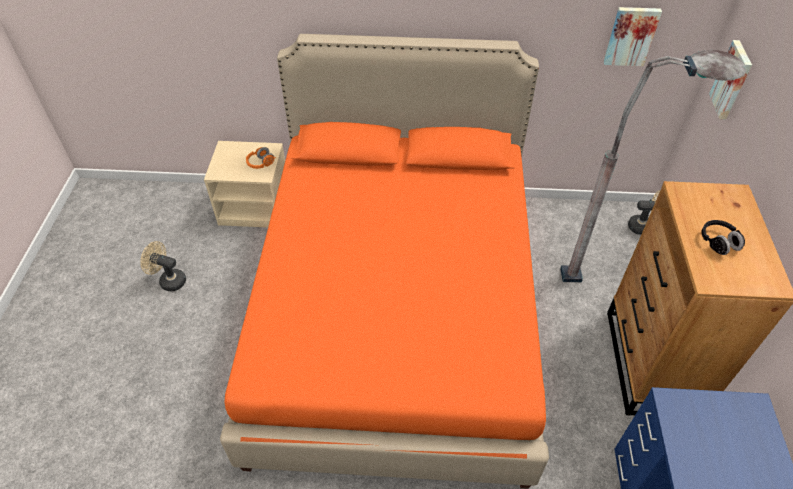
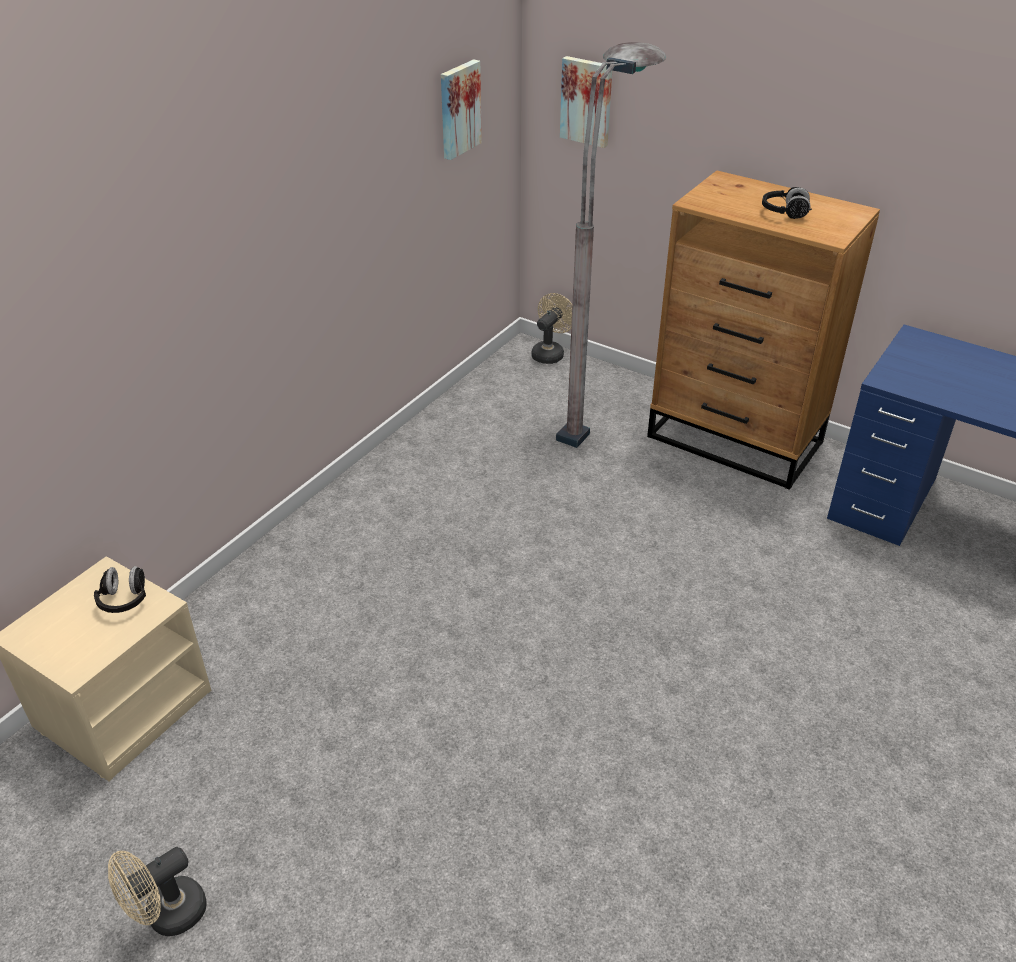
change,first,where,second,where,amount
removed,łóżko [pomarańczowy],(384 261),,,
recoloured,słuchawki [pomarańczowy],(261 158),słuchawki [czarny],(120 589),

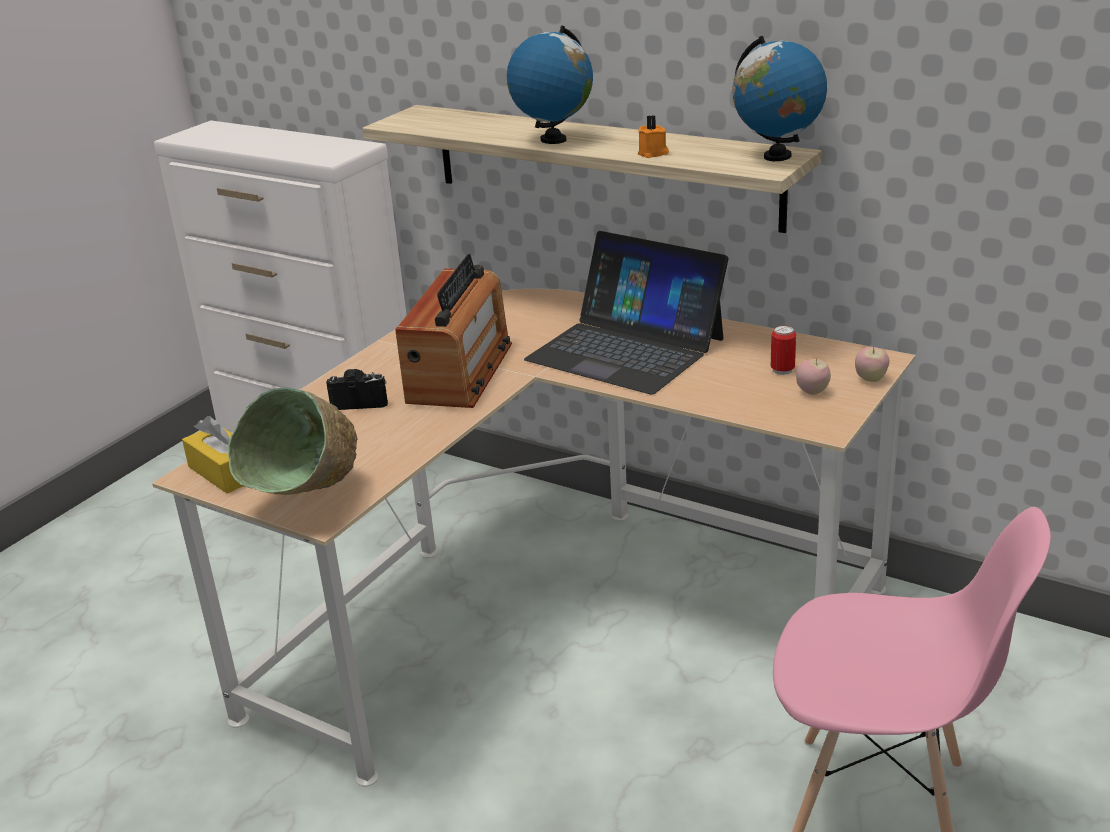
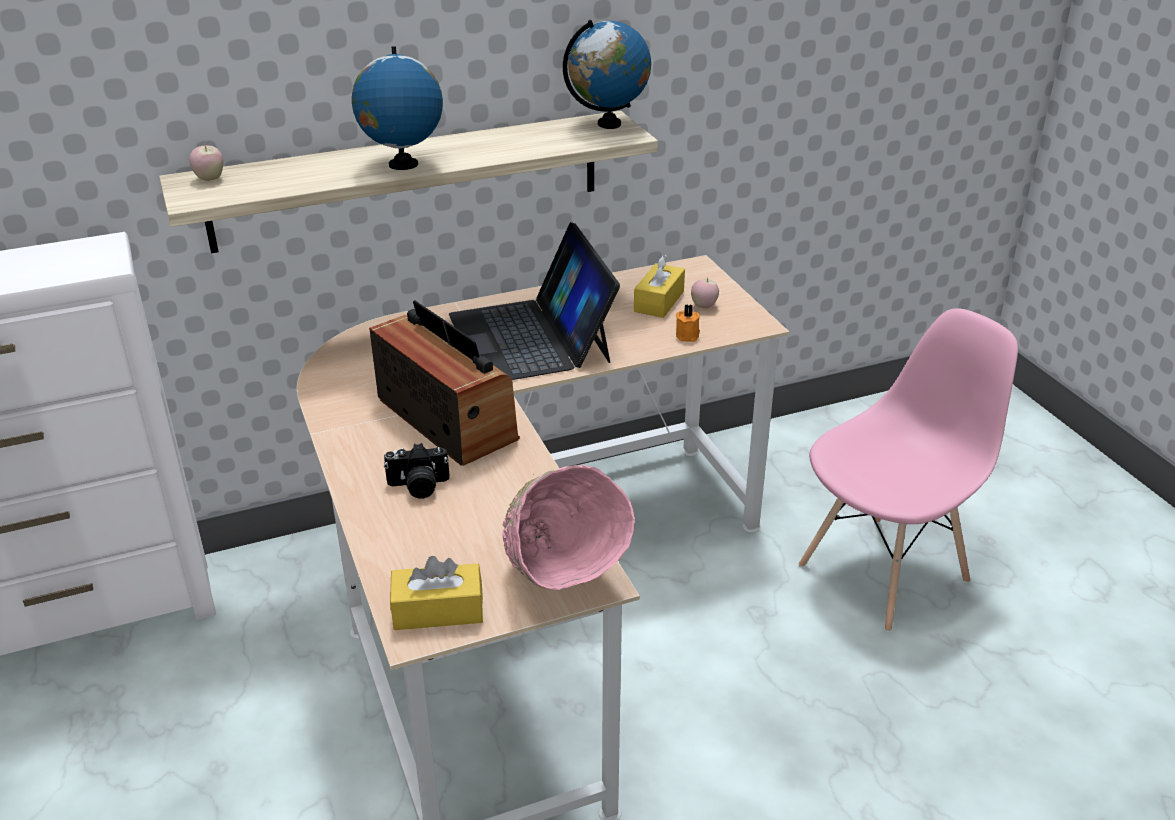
change,first,where,second,where,amount
moved,świeca [pomarańczowy],(653 136),,(688 323),
moved,jabłko,(872 364),,(206 162),
replaced,puszka,(783 350),pudełko chusteczek [żółty],(659 286),
recoloured,miska [zielony],(292 441),miska [różowy],(568 527),
turned,aparat fotograficzny,(357 389),,(416 470),135 degrees counterclockwise
turned,laptop,(626 313),,(534 301),90 degrees clockwise

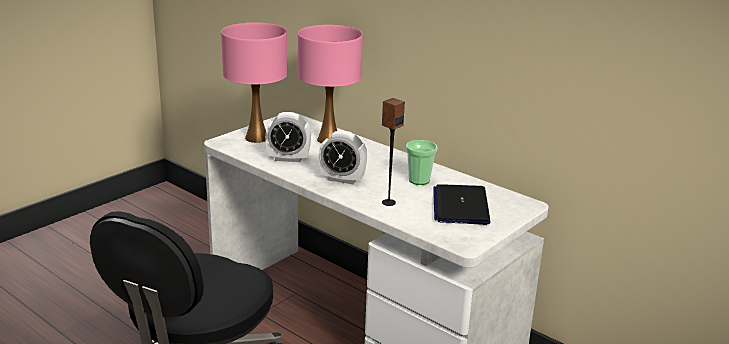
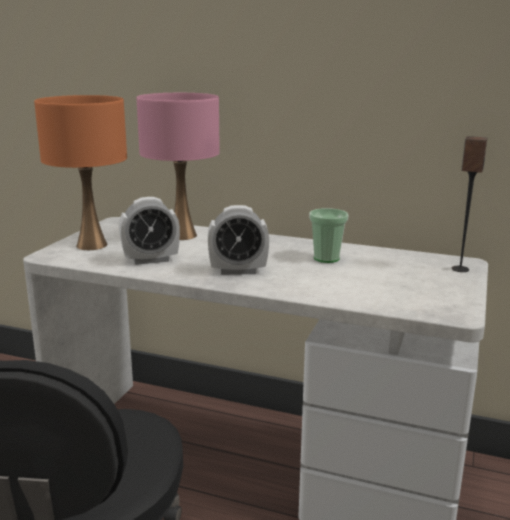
change,first,where,second,where,amount
removed,laptop,(461 204),,,
moved,głośnik,(393 152),,(469 204),
recoloured,lampa stołowa [różowy],(254 83),lampa stołowa [pomarańczowy],(80 172),

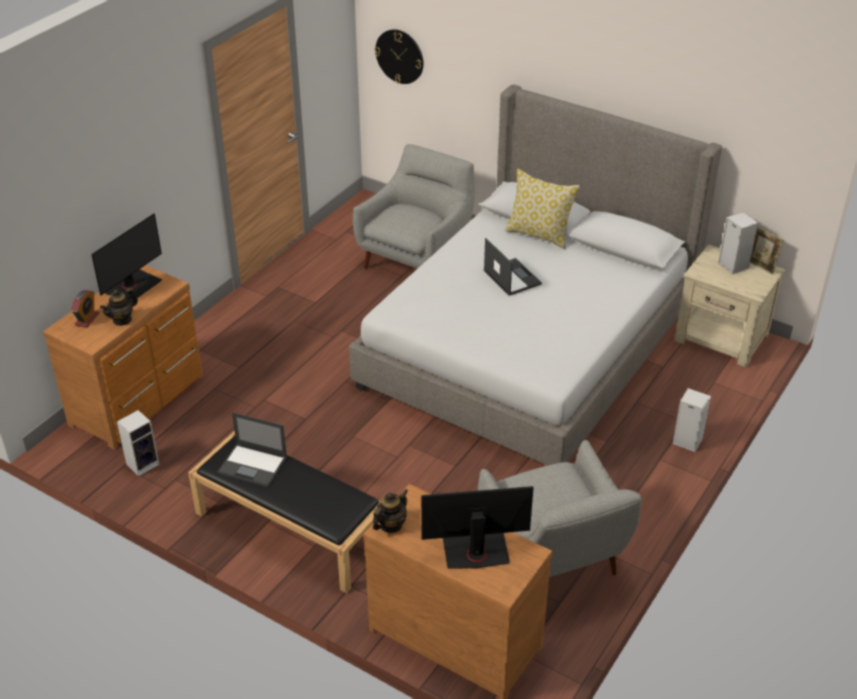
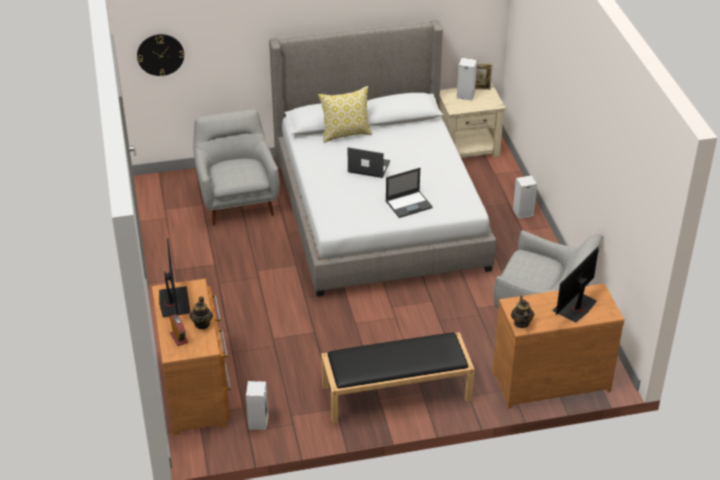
change,first,where,second,where,amount
moved,laptop,(252 450),,(409 193),

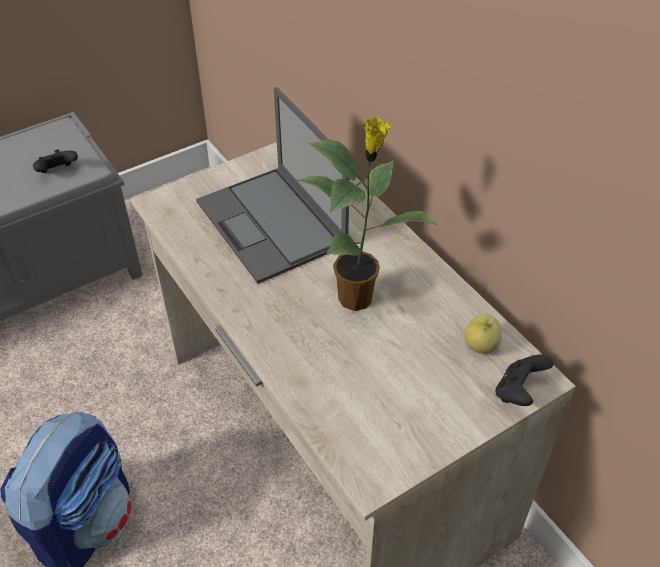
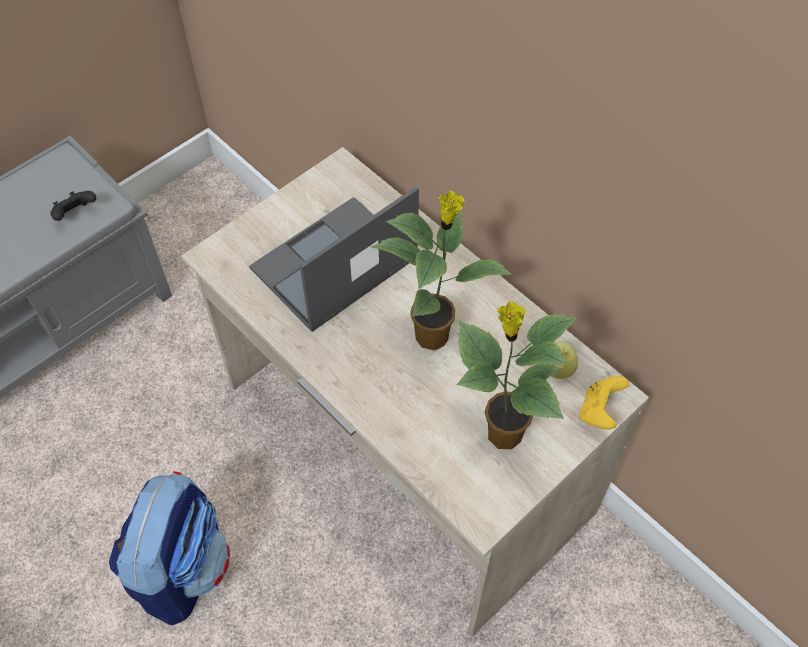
change,first,where,second,where,amount
added,,,roślina doniczkowa,(517 375),
recoloured,pad do gier [czarny],(524 380),pad do gier [żółty],(604 403),
turned,laptop,(273 185),,(334 259),90 degrees clockwise

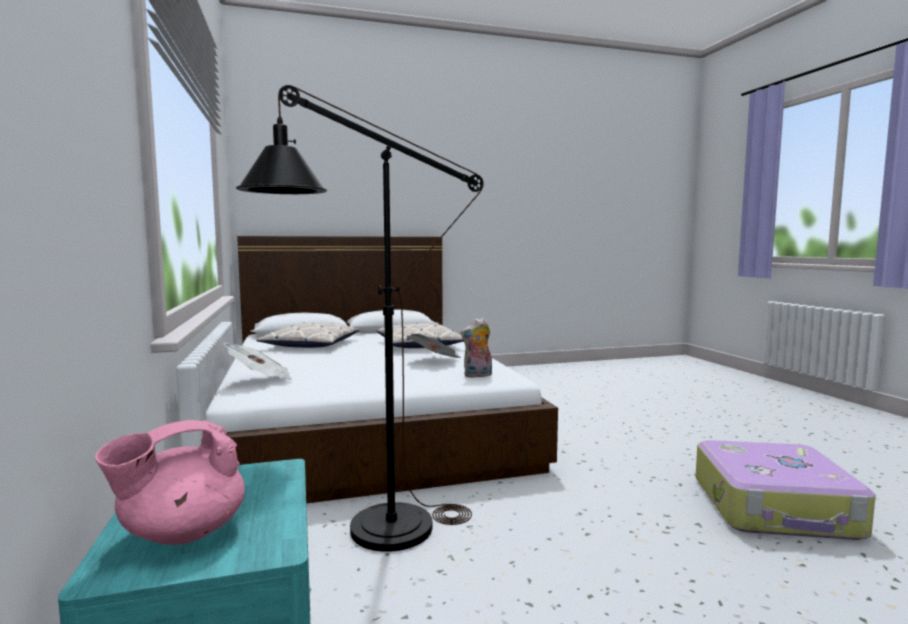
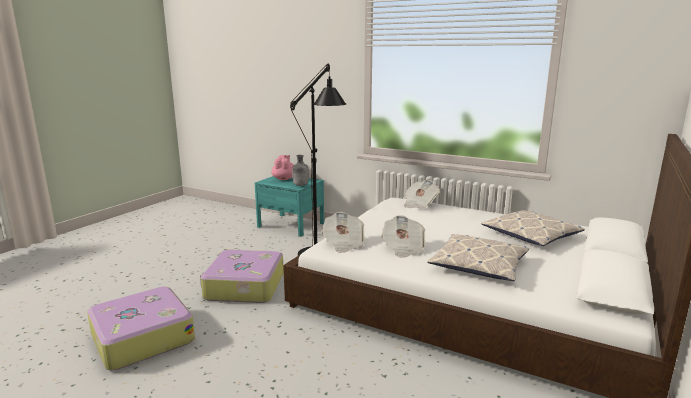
change,first,where,second,where,amount
added,,,walizka,(242 276),
added,,,butelka [szary],(300 170),
replaced,pluszak,(476 348),gazeta,(343 232),

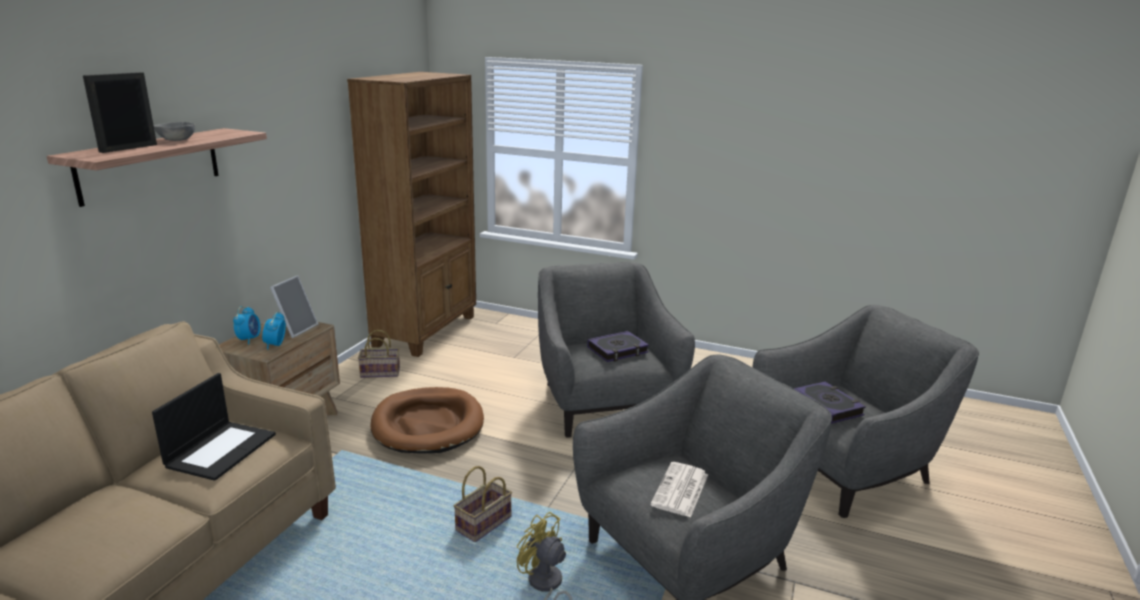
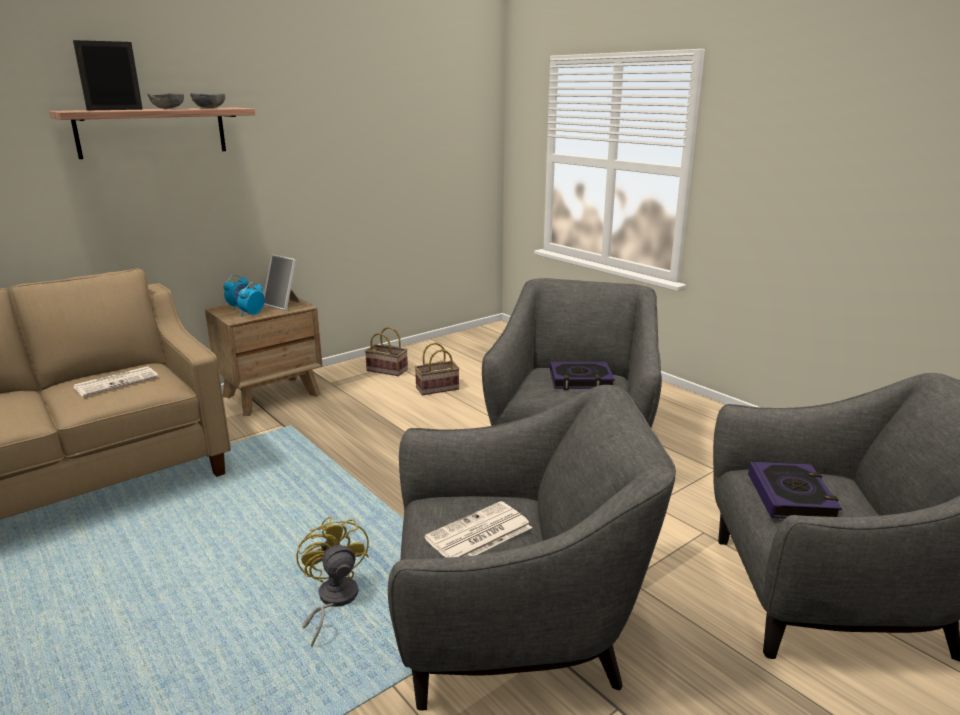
change,first,where,second,where,amount
removed,regał [brązowy],(411 214),,,
removed,legowisko [brązowy],(427 420),,,
added,,,miska [szary],(207 100),
moved,koszyk,(483 504),,(437 369),
replaced,laptop,(214 427),gazeta,(116 381),
turned,ramka na zdjęcie,(294 306),,(282 282),75 degrees clockwise

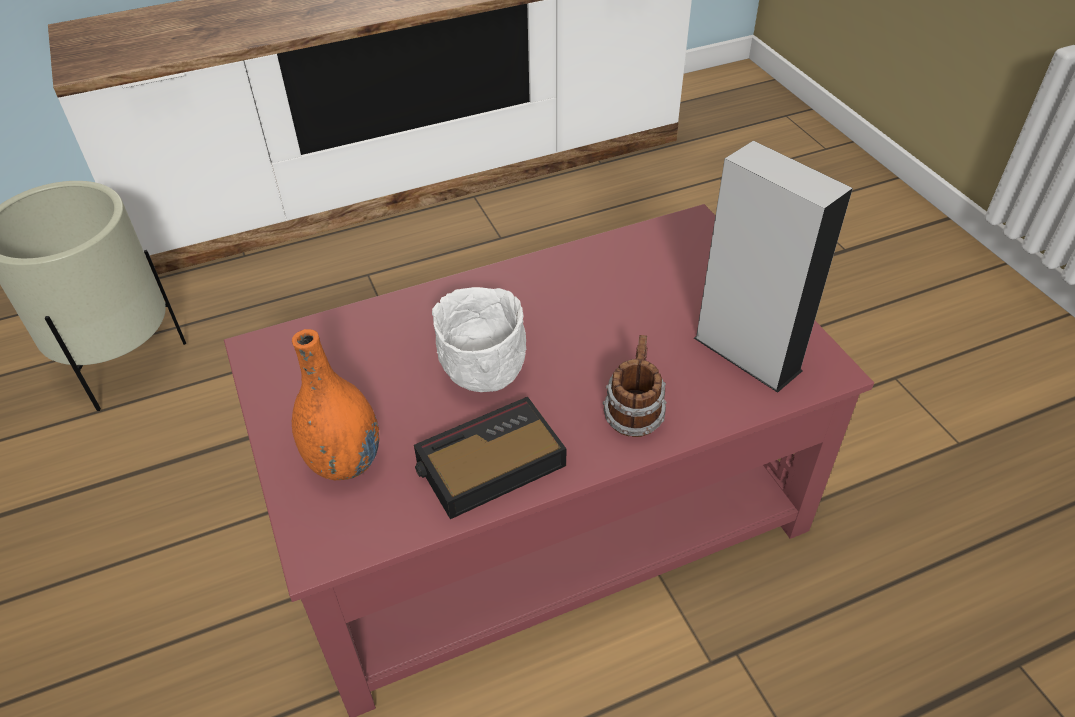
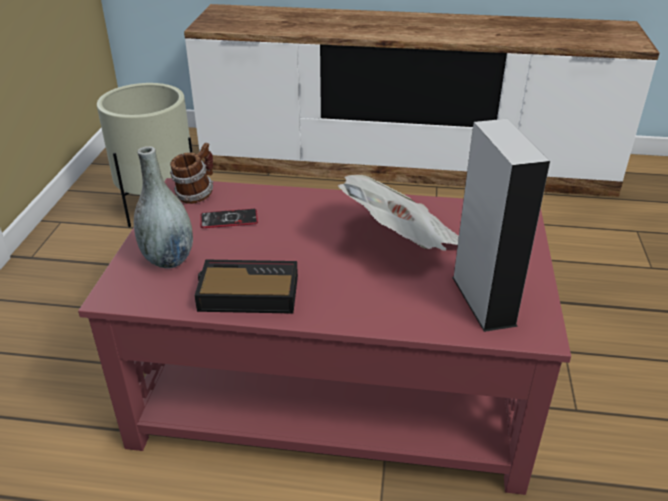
change,first,where,second,where,amount
removed,miska [biały],(479 339),,,
added,,,telefon,(229 218),
added,,,gazeta,(398 213),
moved,kubek,(635 386),,(191 173),
recoloured,wazon [pomarańczowy],(336 404),wazon [szary],(163 207),

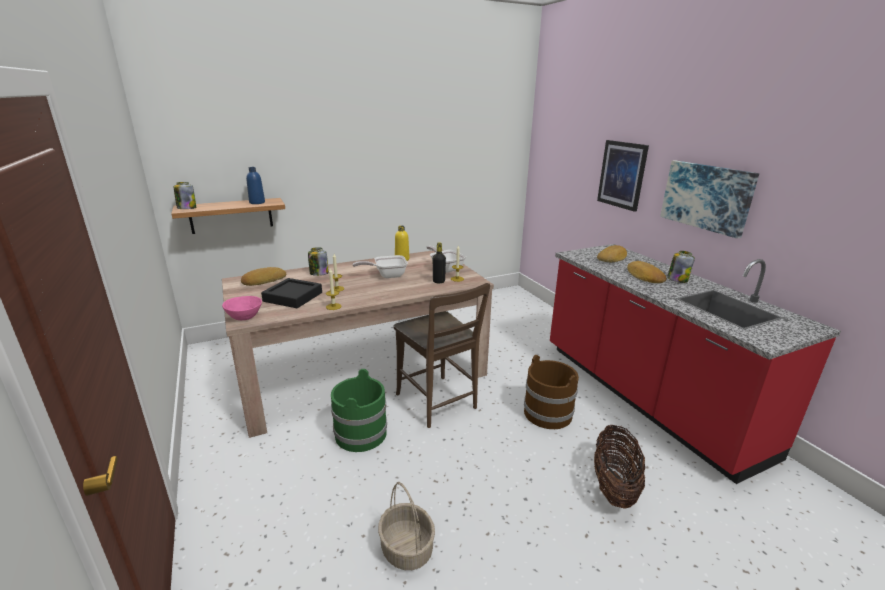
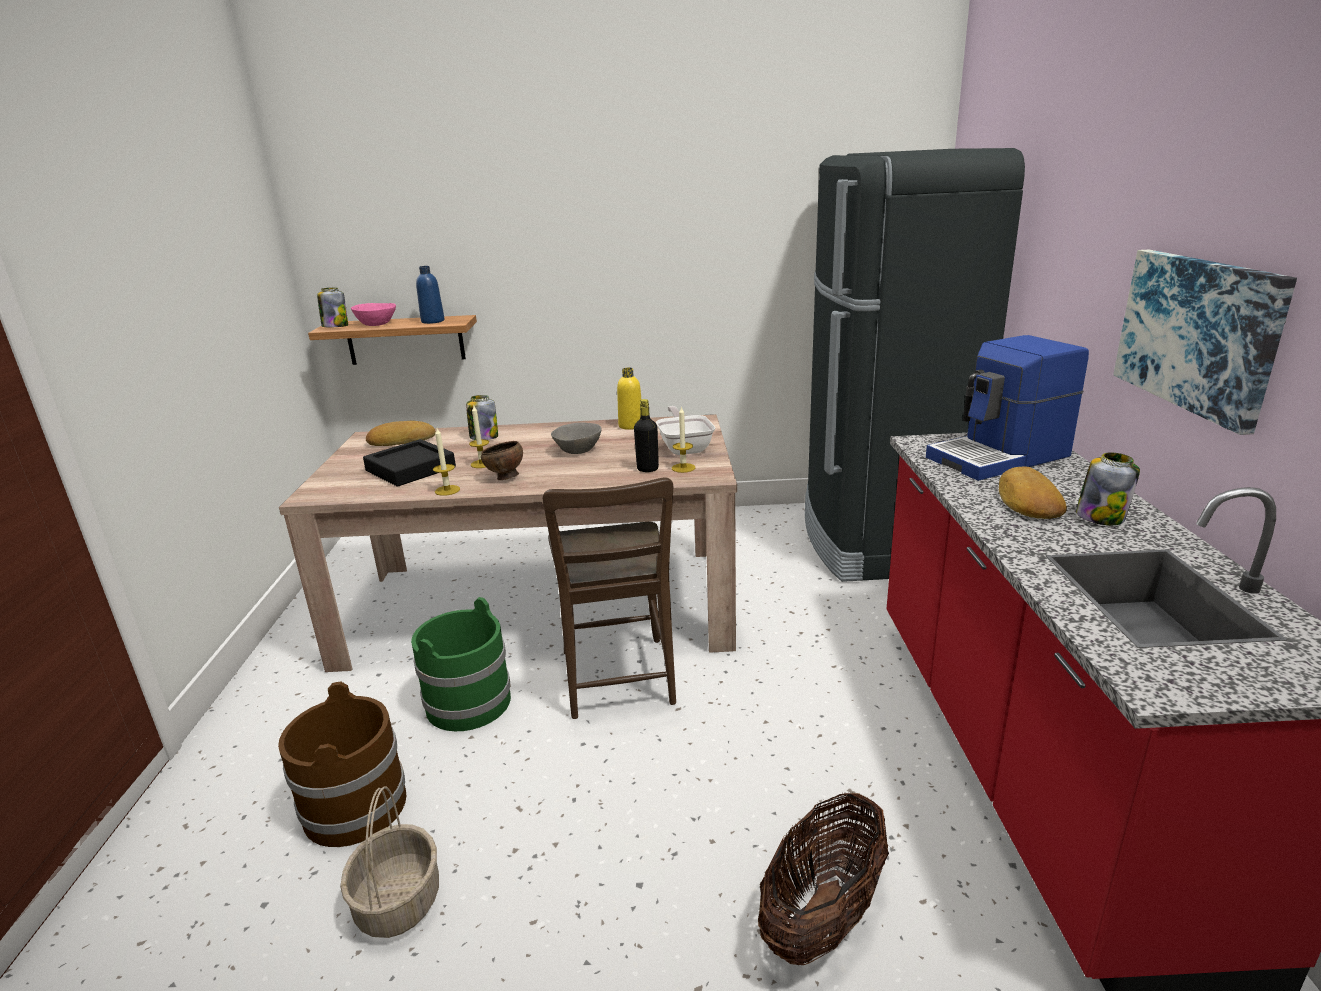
change,first,where,second,where,amount
removed,obraz,(623 176),,,
added,,,miska [brązowy],(502 460),
added,,,lodówka [czarny],(915 365),
moved,miska [różowy],(242 308),,(373 314),
moved,wiadro [brązowy],(551 391),,(342 764),
replaced,patelnia,(380 266),miska [szary],(576 438),
replaced,chleb,(612 253),ekspres do kawy,(1007 408),

